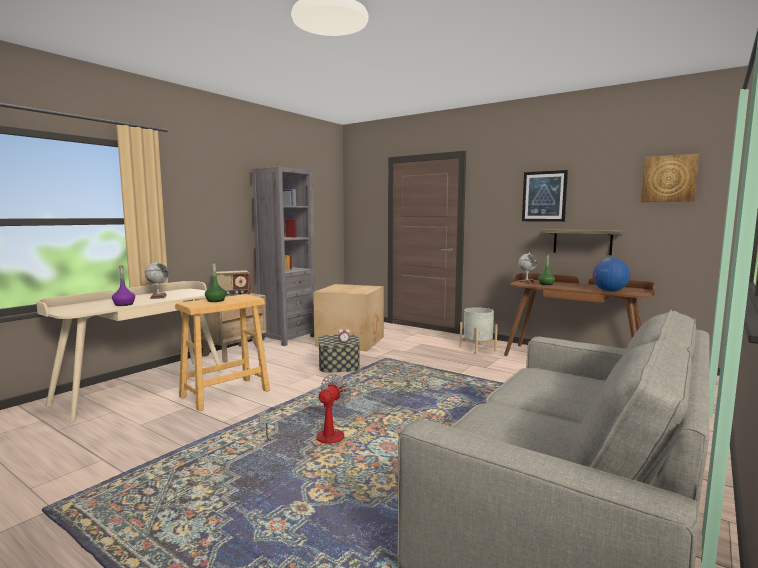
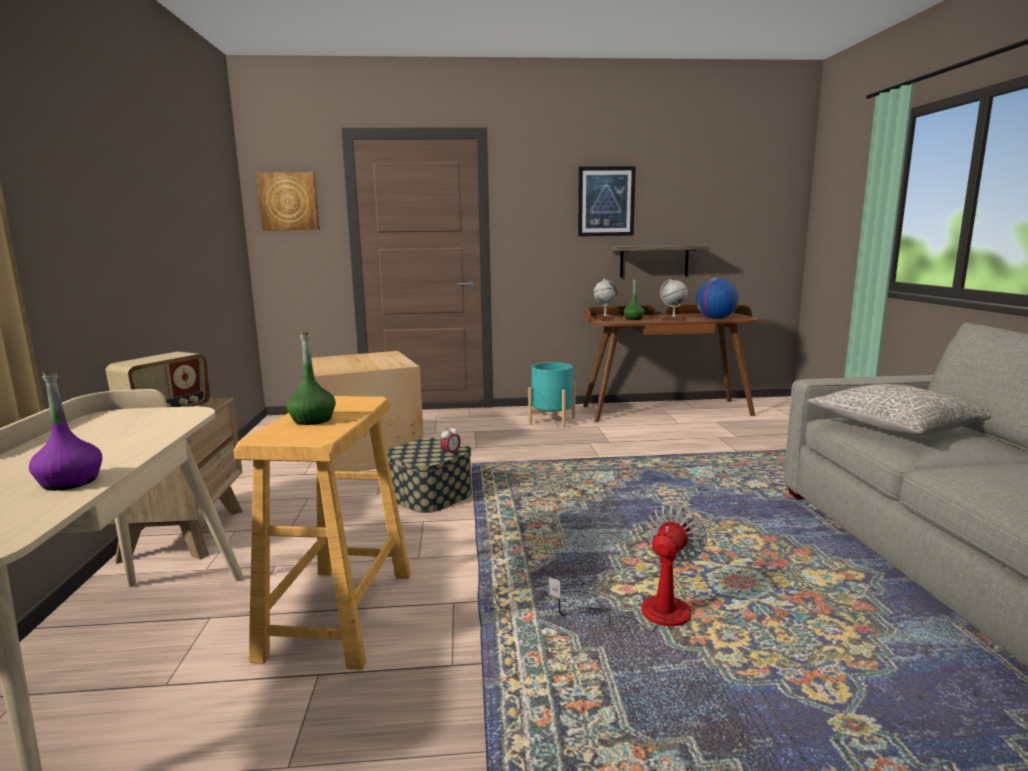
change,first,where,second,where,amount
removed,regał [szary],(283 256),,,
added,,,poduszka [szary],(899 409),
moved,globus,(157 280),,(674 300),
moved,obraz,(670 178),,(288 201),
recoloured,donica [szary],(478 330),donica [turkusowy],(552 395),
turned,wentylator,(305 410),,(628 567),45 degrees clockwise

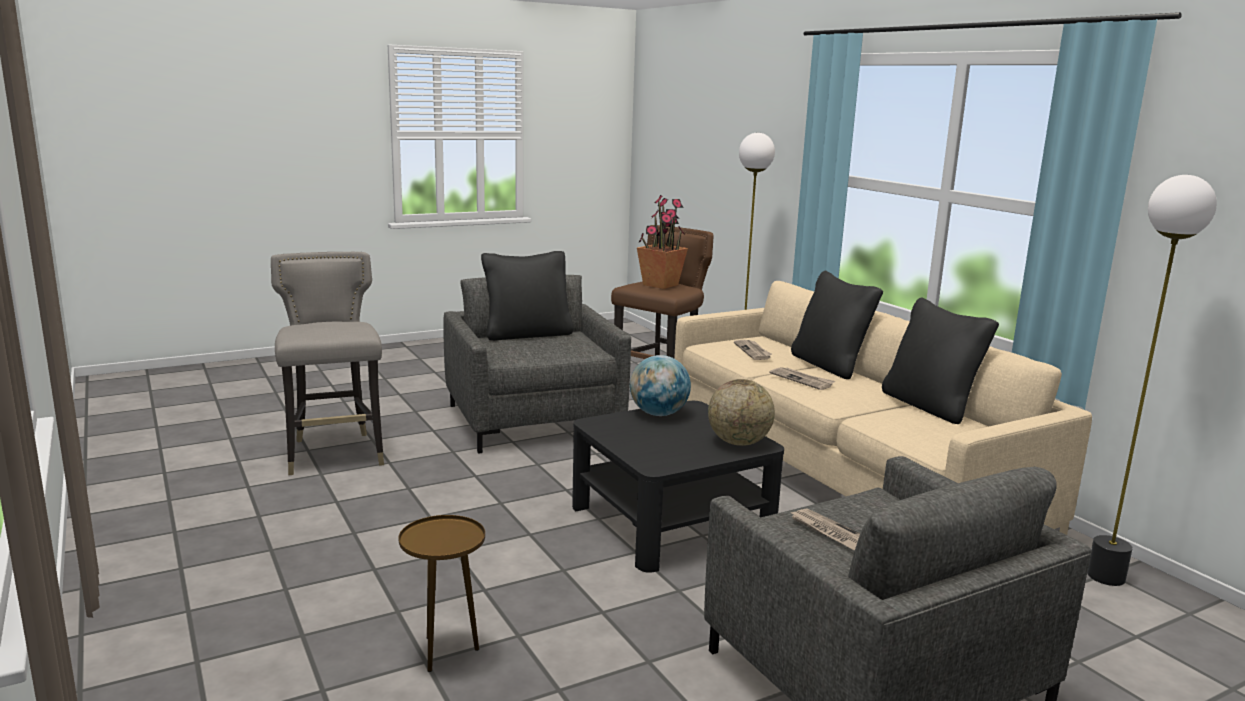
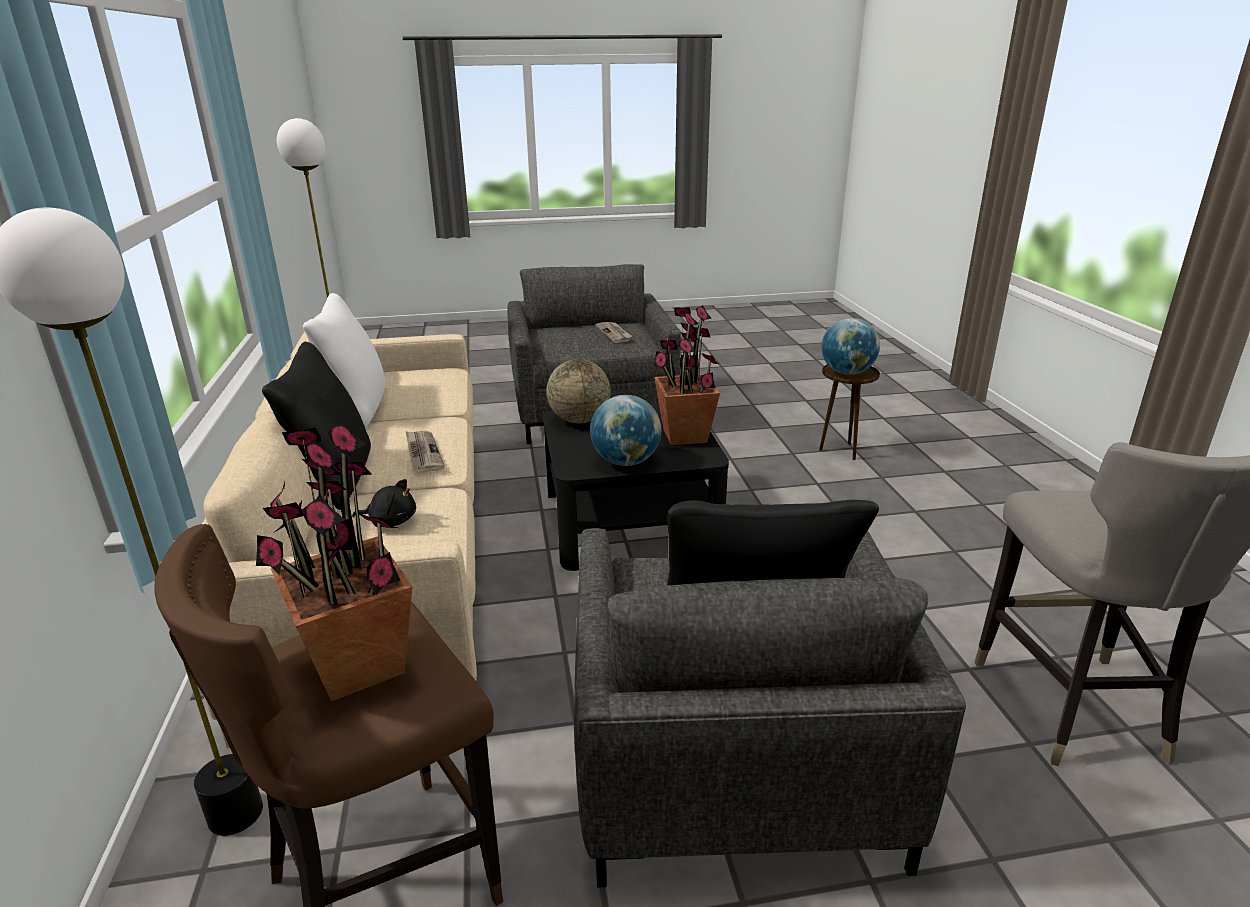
change,first,where,second,where,amount
added,,,roślina doniczkowa,(686 375),
added,,,globus,(850 346),
replaced,gazeta,(753 350),pluszak [czarny],(384 503),
recoloured,poduszka [czarny],(940 360),poduszka [biały],(344 360),

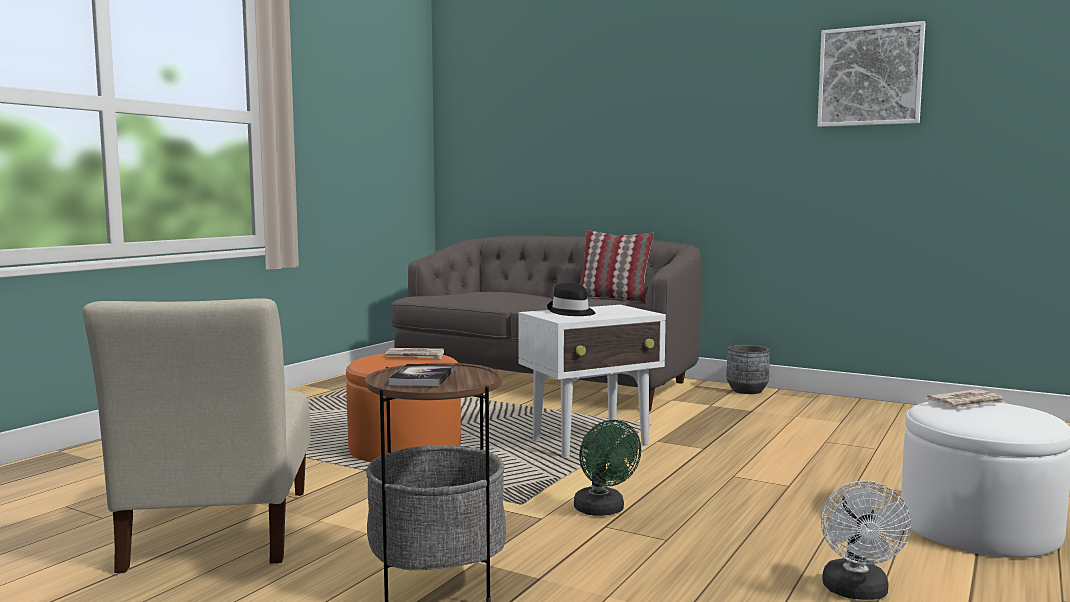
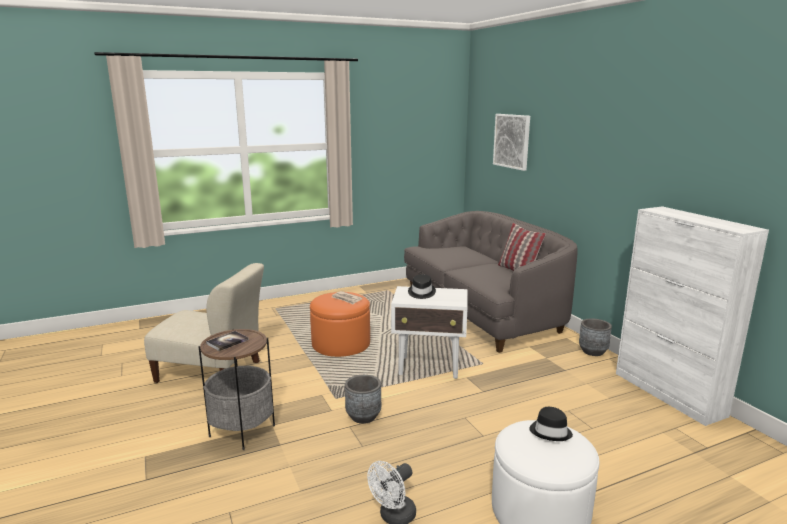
change,first,where,second,where,amount
added,,,szafka [biały],(692 316),
moved,obraz,(871 74),,(511 142),
replaced,wentylator [zielony],(607 468),donica [szary],(363 399),
replaced,gazeta,(966 398),kapelusz [czarny],(551 424),
turned,krzesło [beżowy],(196 435),,(204 323),105 degrees counterclockwise

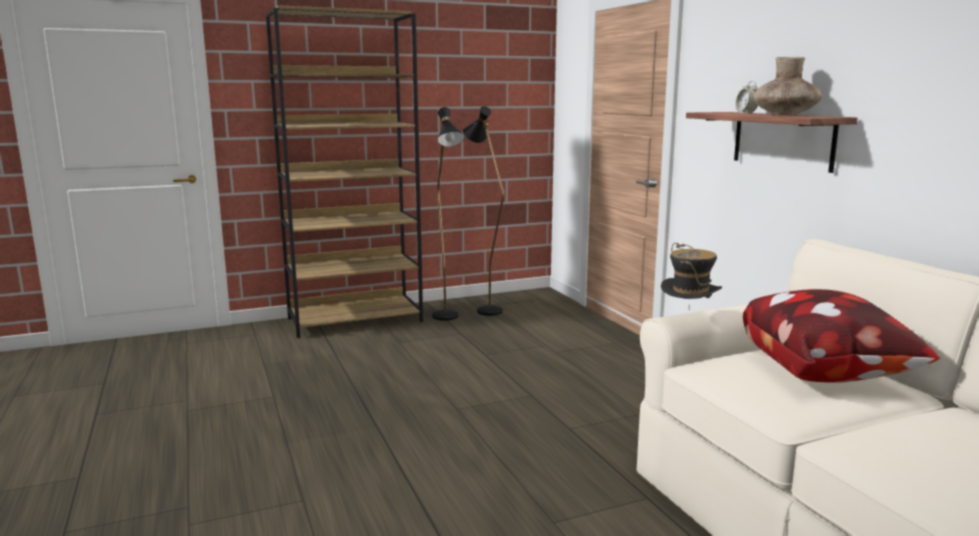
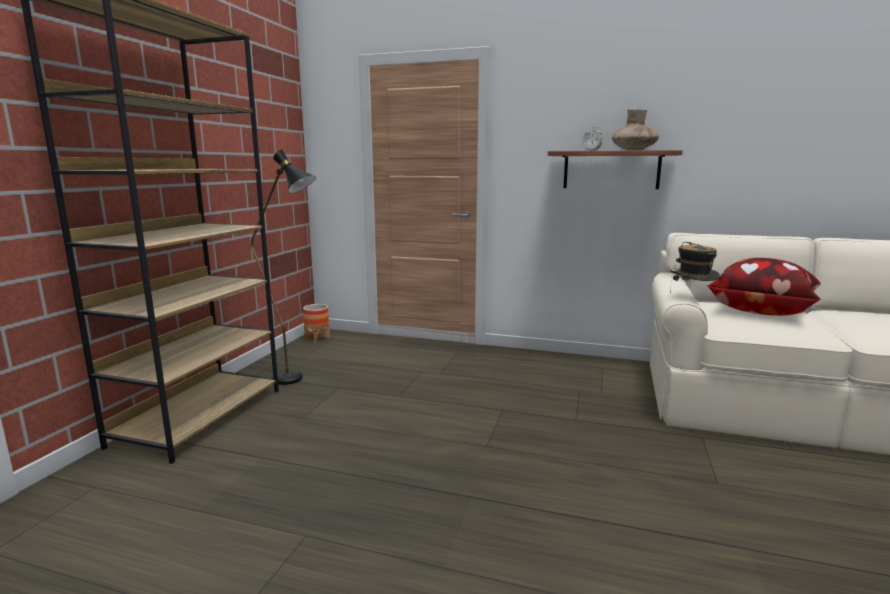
change,first,where,second,where,amount
removed,lampa stojąca [czarny],(483 211),,,
added,,,donica,(316 323),

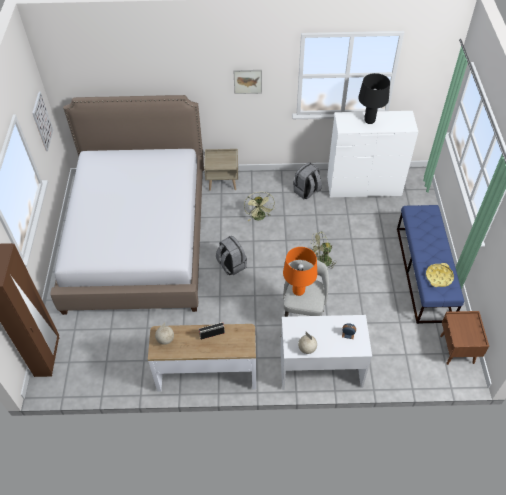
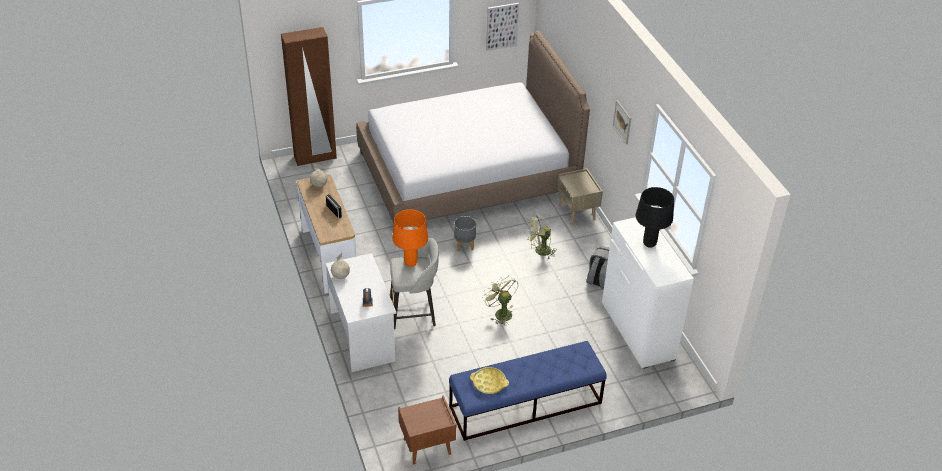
change,first,where,second,where,amount
replaced,plecak [szary],(231 255),donica [szary],(465 233),

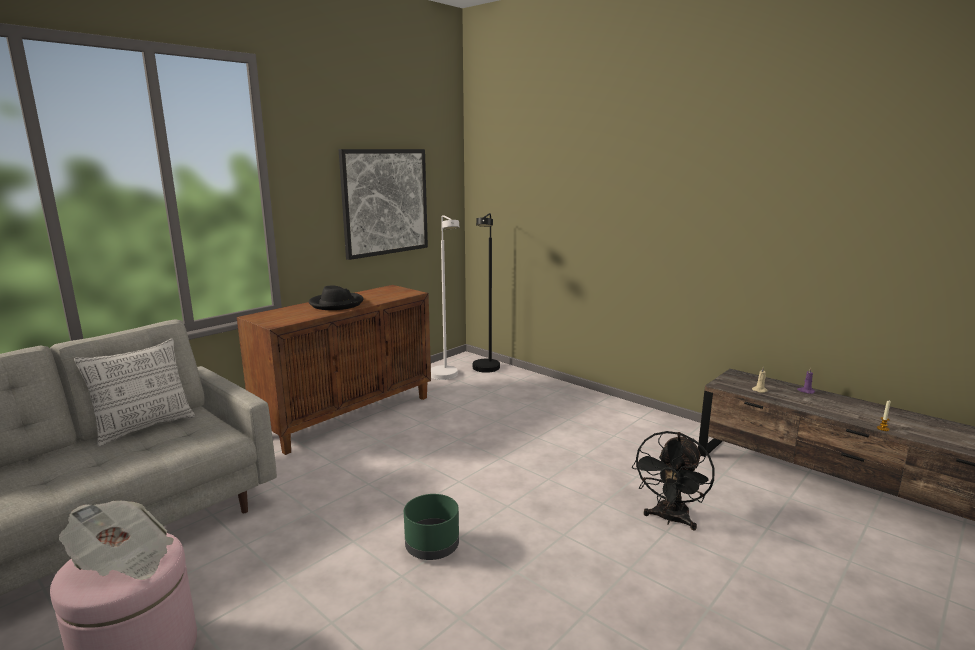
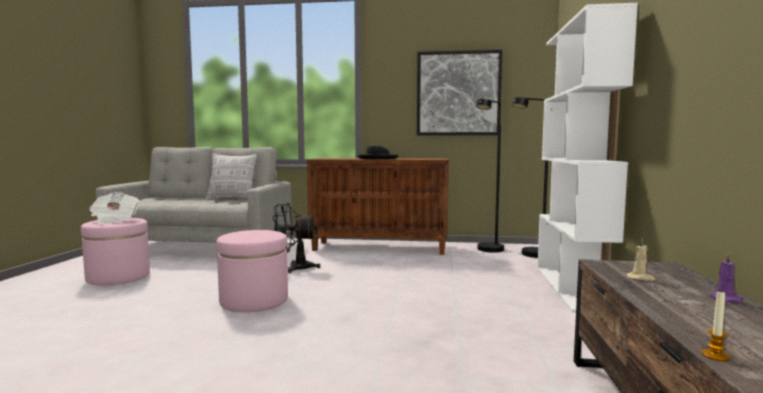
change,first,where,second,where,amount
added,,,regał [biały],(587 158),
moved,wentylator [czarny],(673 481),,(296 238),
replaced,donica [zielony],(431 527),pufa [różowy],(252 271),
recoloured,lampa stojąca [biały],(445 297),lampa stojąca [czarny],(490 175),

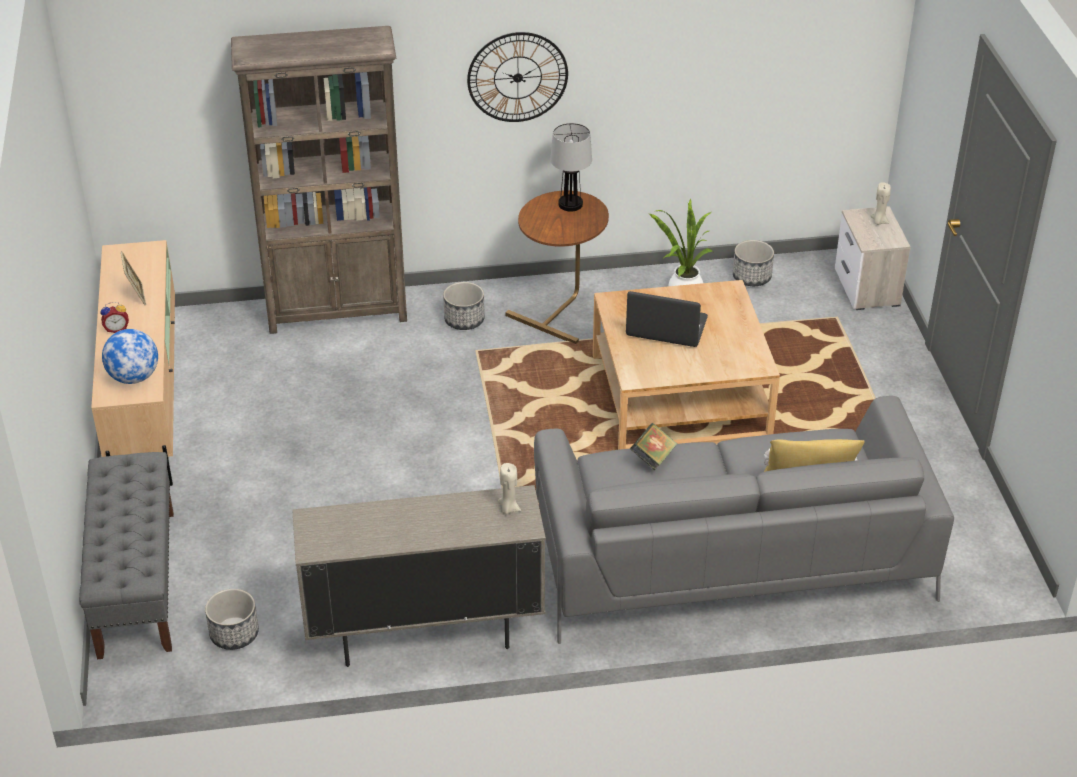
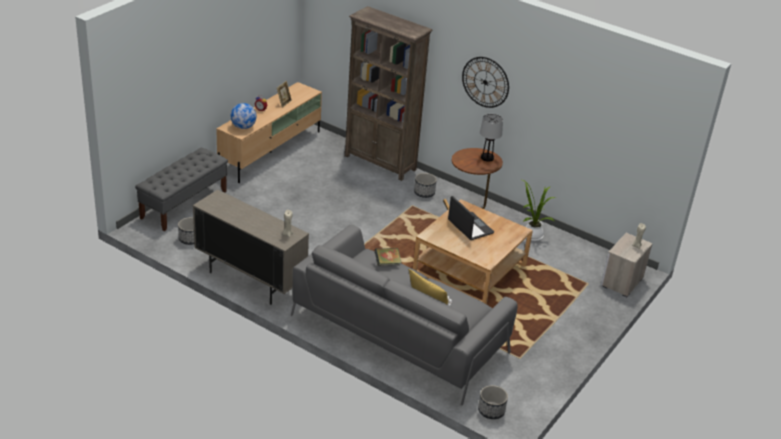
change,first,where,second,where,amount
moved,donica,(753 263),,(493 402),

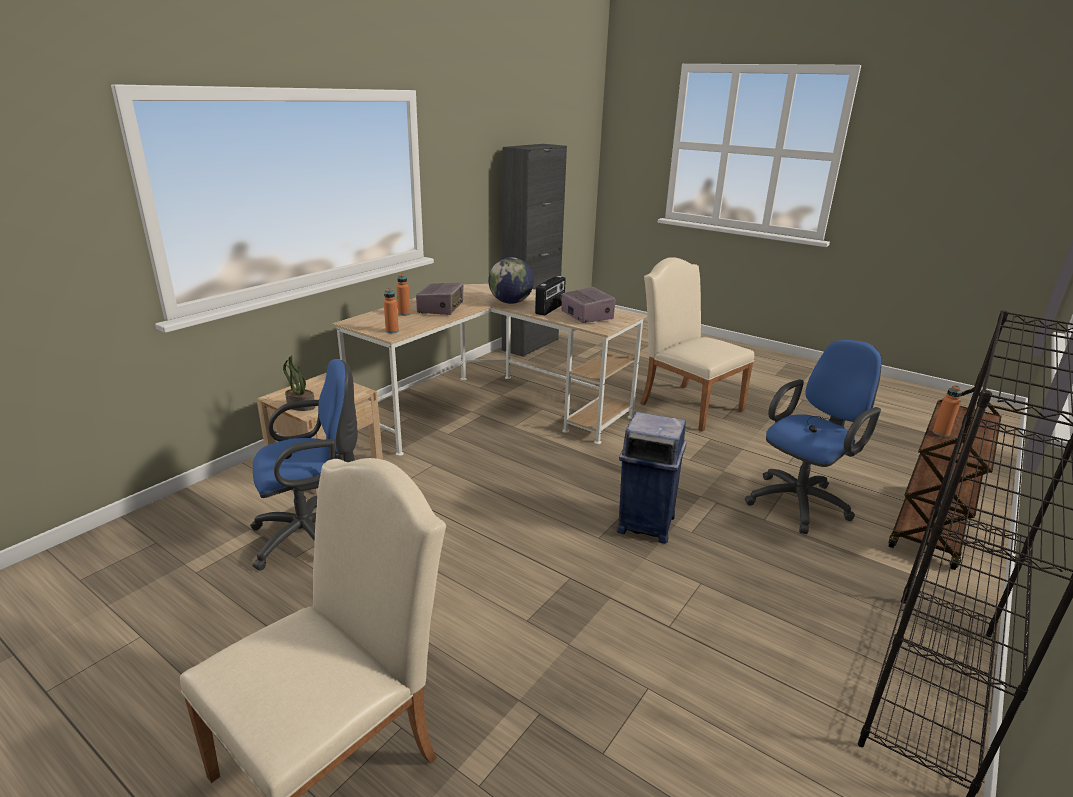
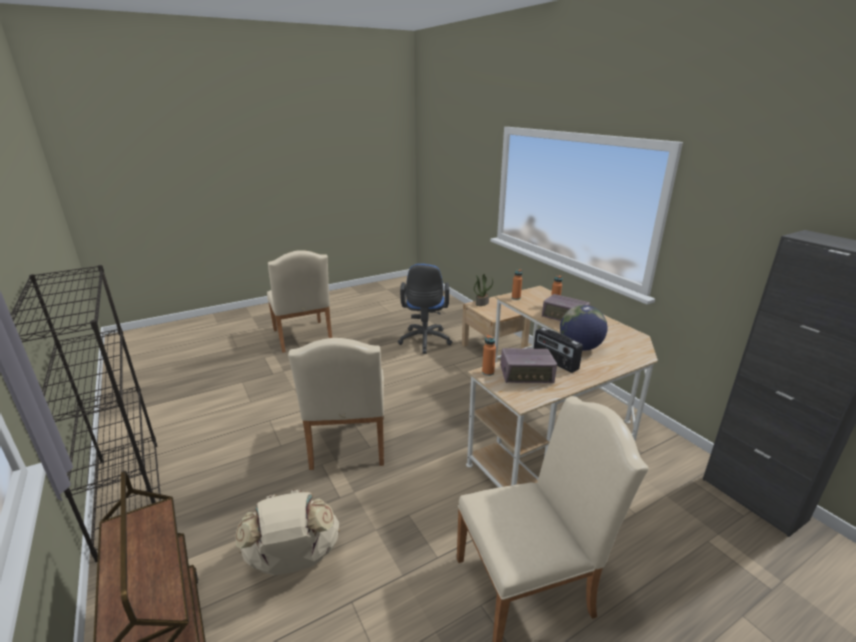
change,first,where,second,where,amount
moved,butelka [pomarańczowy],(947 411),,(489 355),
replaced,kosz na śmieci [niebieski],(652 477),krzesło [beżowy],(336 404),
replaced,krzesło biurowe [niebieski],(813 437),plecak [beżowy],(287 532),

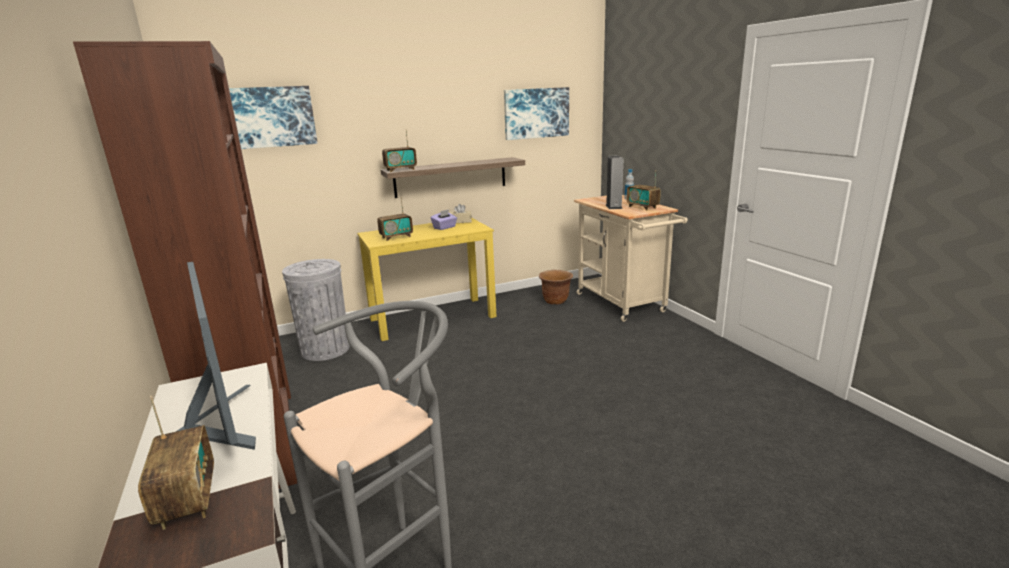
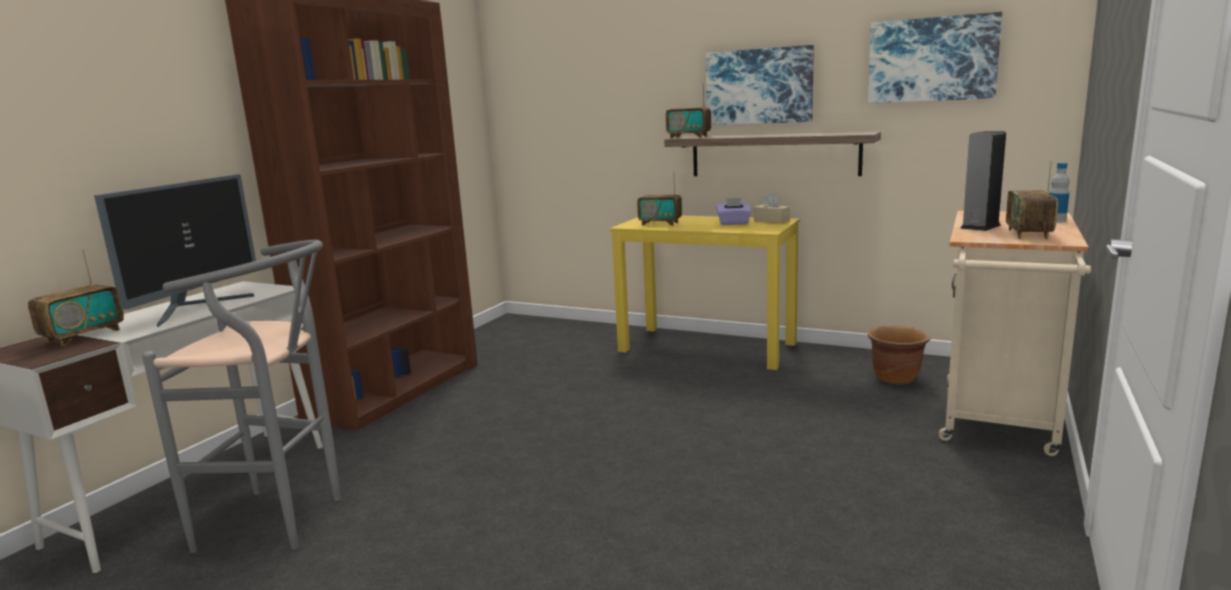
change,first,where,second,where,amount
removed,kosz na śmieci [szary],(316 310),,,
moved,obraz,(273 117),,(760 85),

